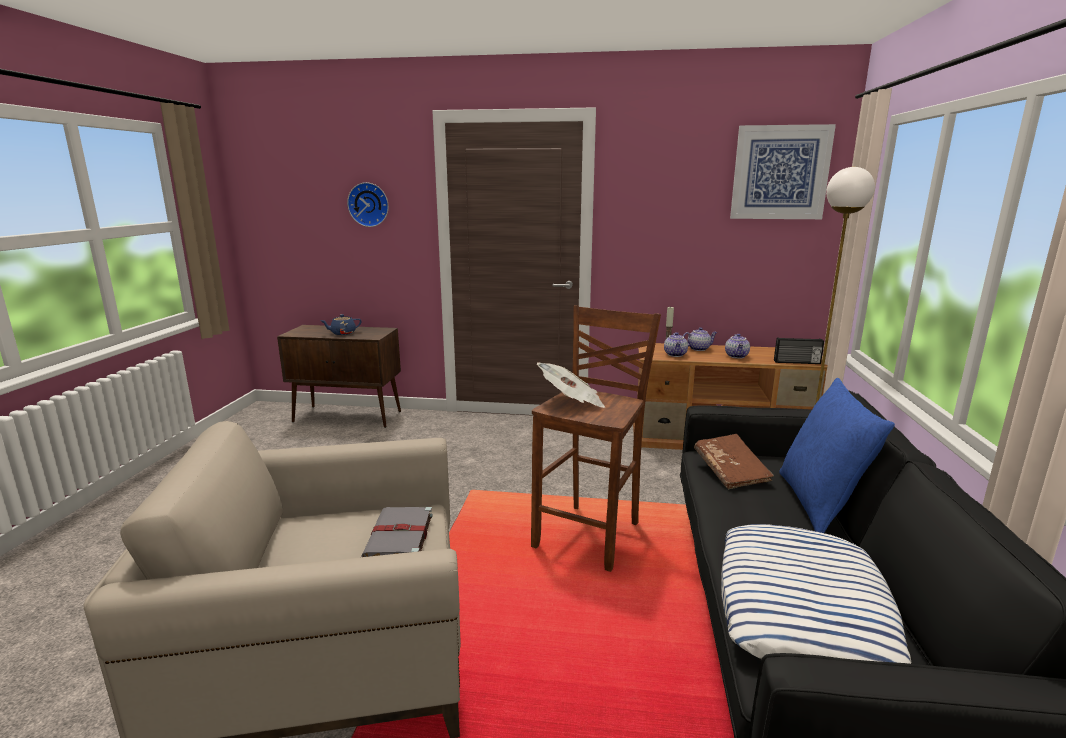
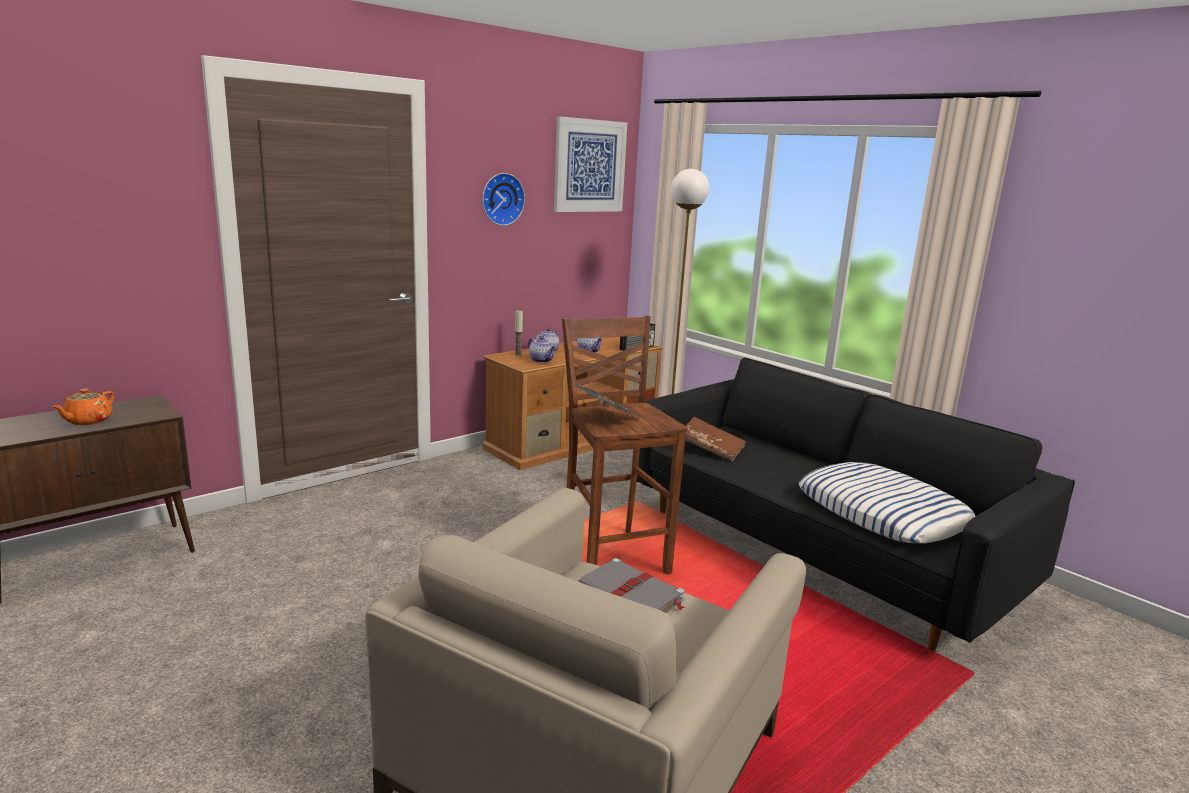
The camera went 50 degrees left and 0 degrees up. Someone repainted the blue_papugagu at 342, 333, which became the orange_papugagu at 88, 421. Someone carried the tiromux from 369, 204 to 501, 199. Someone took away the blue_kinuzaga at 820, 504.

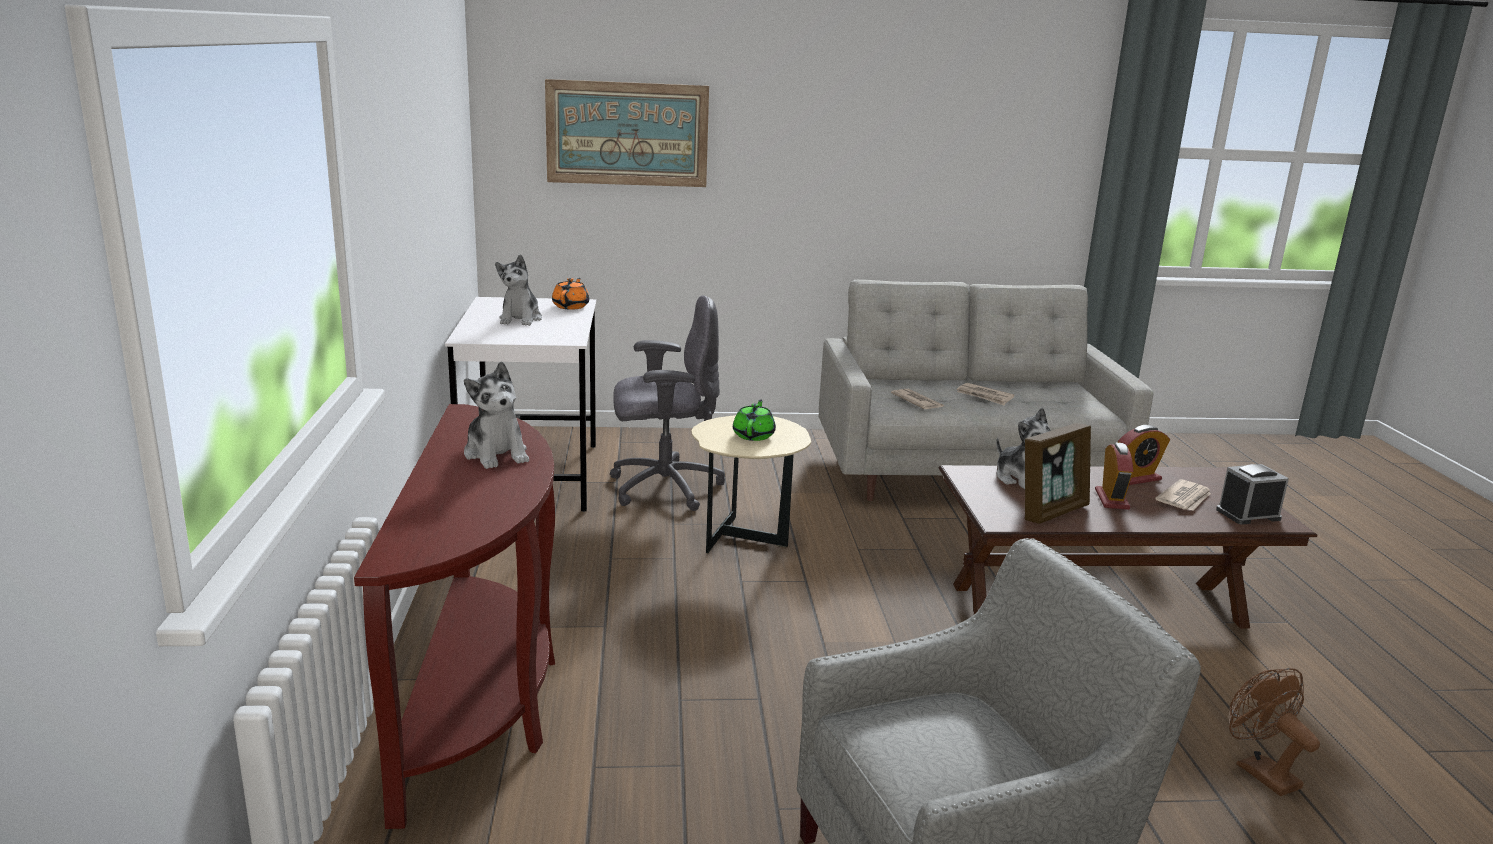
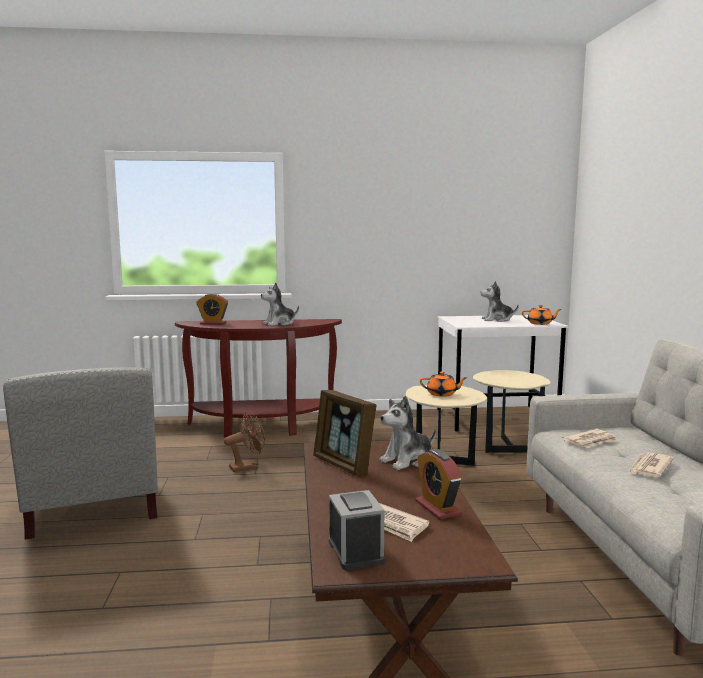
The camera went 90 degrees right and 10 degrees down. Someone carried the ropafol from 1111, 499 to 213, 323. Someone carried the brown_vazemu from 1259, 771 to 248, 467. Someone repainted the green_papugagu at 754, 435, which became the orange_papugagu at 442, 394. Someone swapped the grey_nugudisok at 663, 488 for the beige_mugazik at 507, 447. Someone took away the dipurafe at 627, 134.

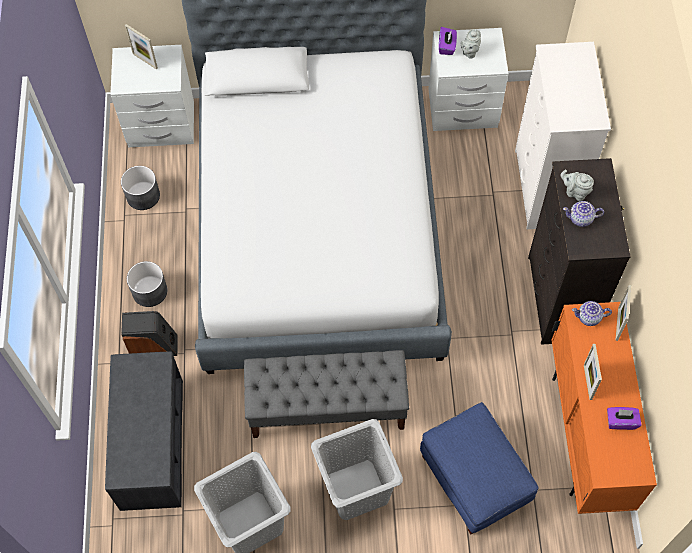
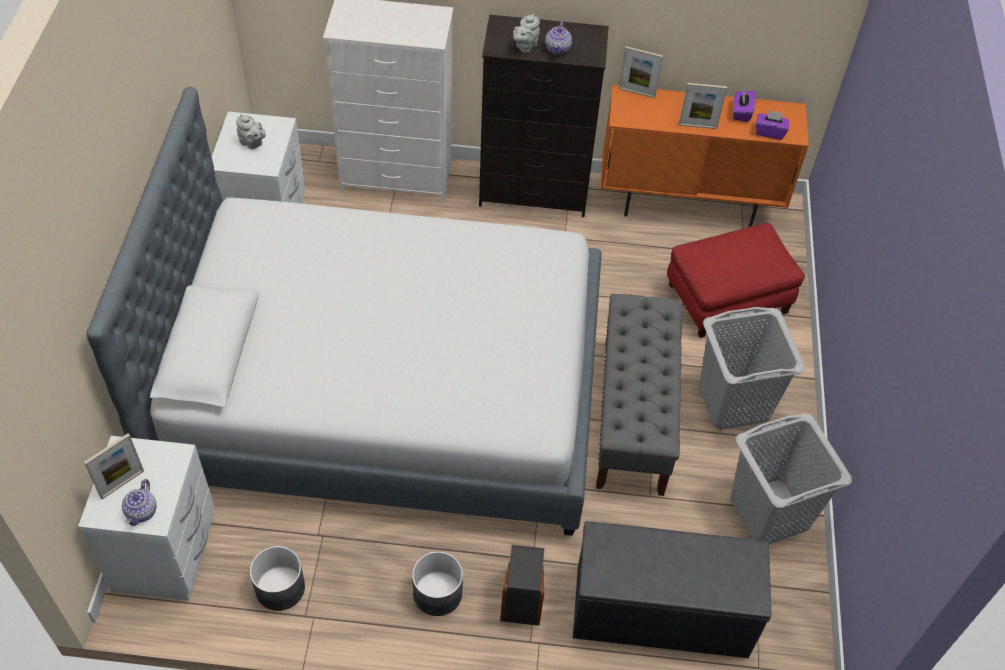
The camera went 85 degrees left and 10 degrees down. Someone carried the papugagu from 589, 317 to 142, 511. Someone repainted the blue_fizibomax at 475, 478, which became the red_fizibomax at 727, 297. Someone carried the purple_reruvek from 447, 46 to 769, 132.

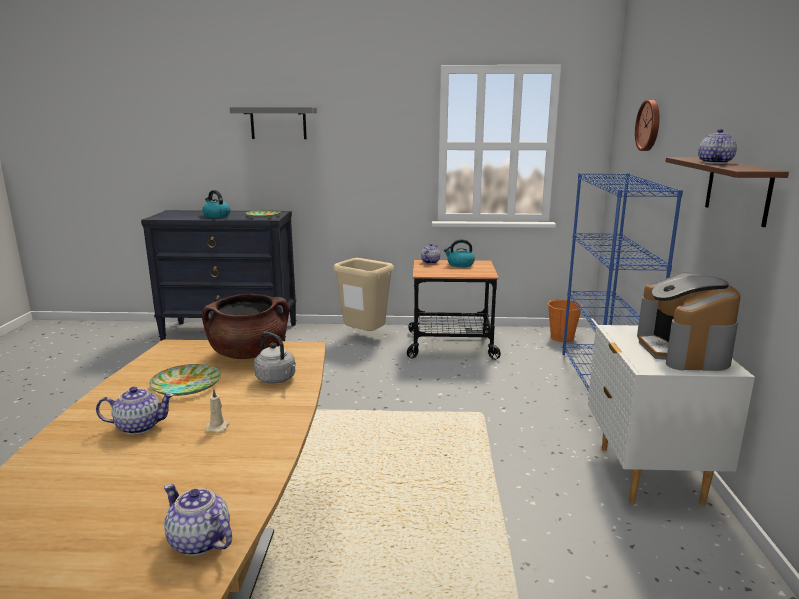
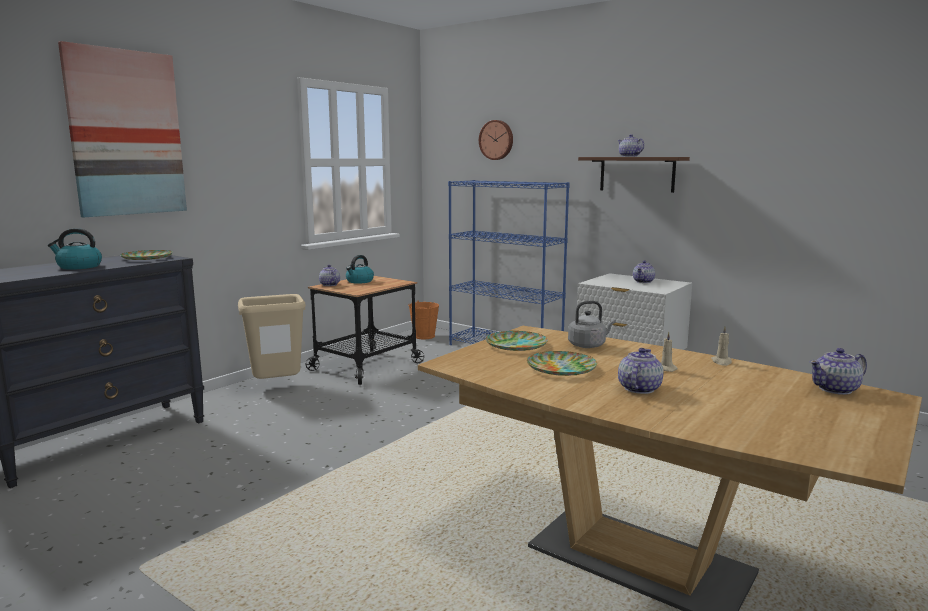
The camera went 55 degrees left and 5 degrees down. Someone swapped the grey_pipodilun at 278, 123 for the dipurafe at 126, 133. Someone swapped the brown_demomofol at 249, 354 for the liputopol at 516, 345. Someone swapped the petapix at 683, 350 for the papugagu at 643, 282. Someone put down the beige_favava at 721, 362.

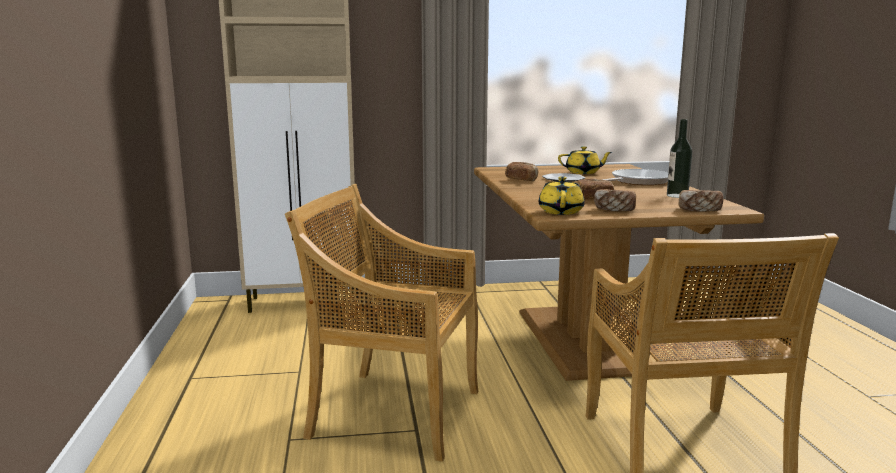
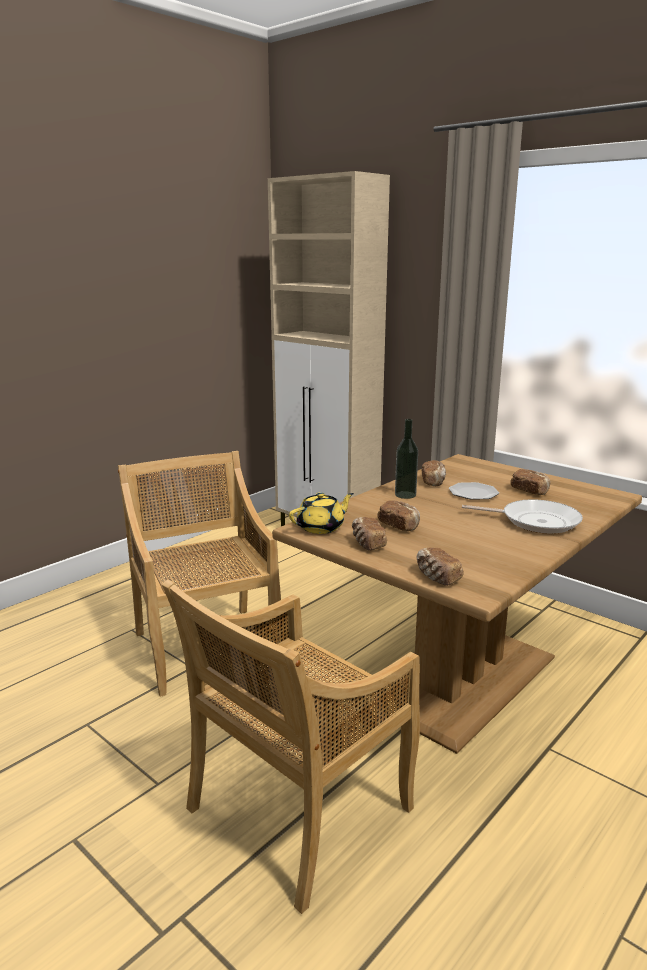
The camera went 50 degrees right and 5 degrees up. Someone carried the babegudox from 677, 196 to 405, 495. Someone swapped the yellow_papugagu at 583, 172 for the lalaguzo at 529, 491.

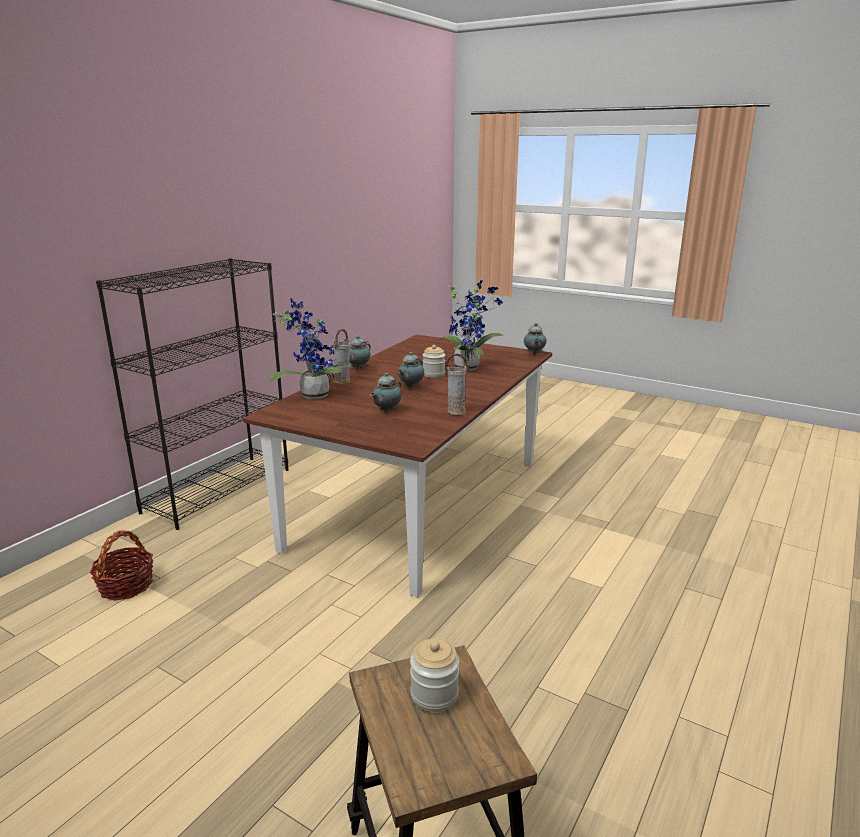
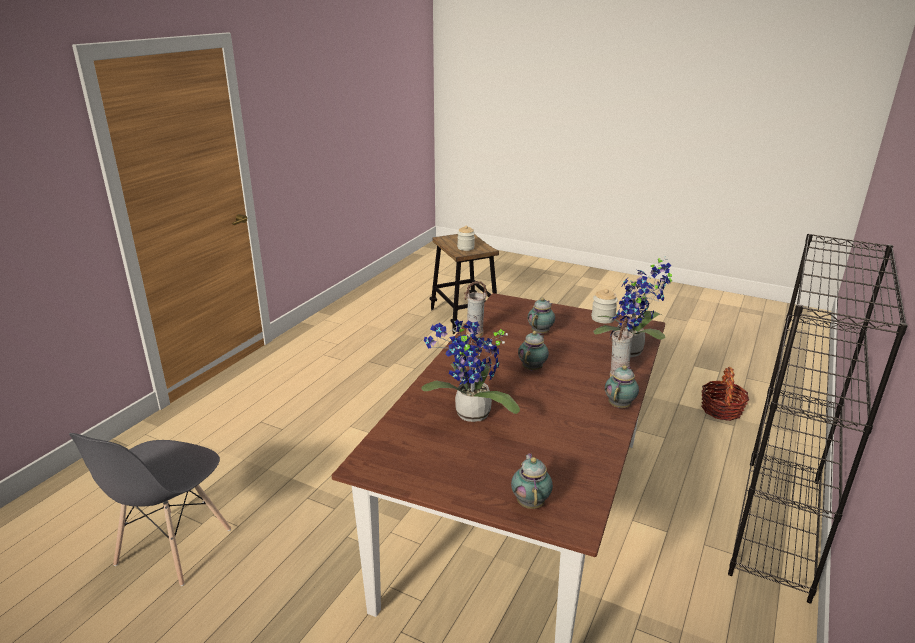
The camera went 175 degrees right and 5 degrees up. Someone put down the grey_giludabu at 173, 547. Someone carried the papugagu from 534, 354 to 530, 502. Someone carried the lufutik from 433, 374 to 603, 318.

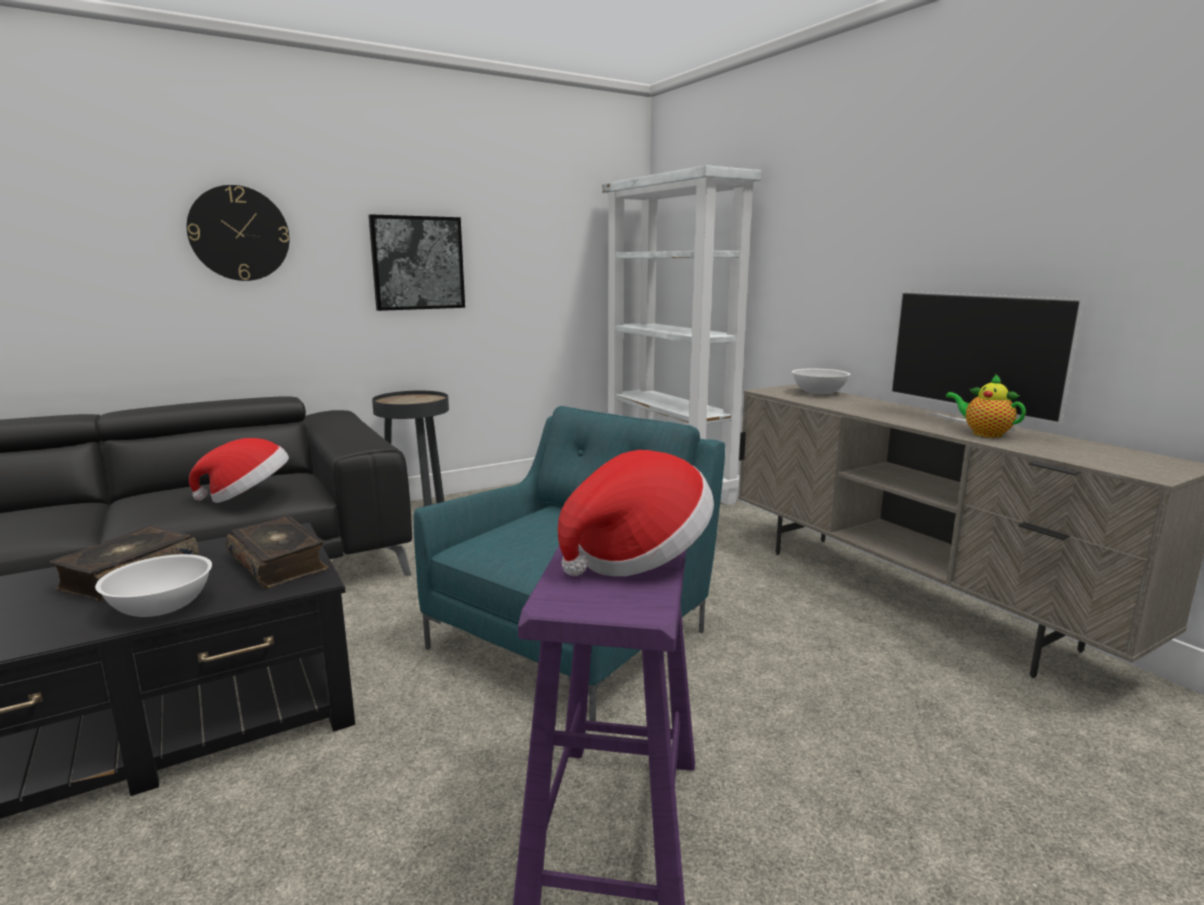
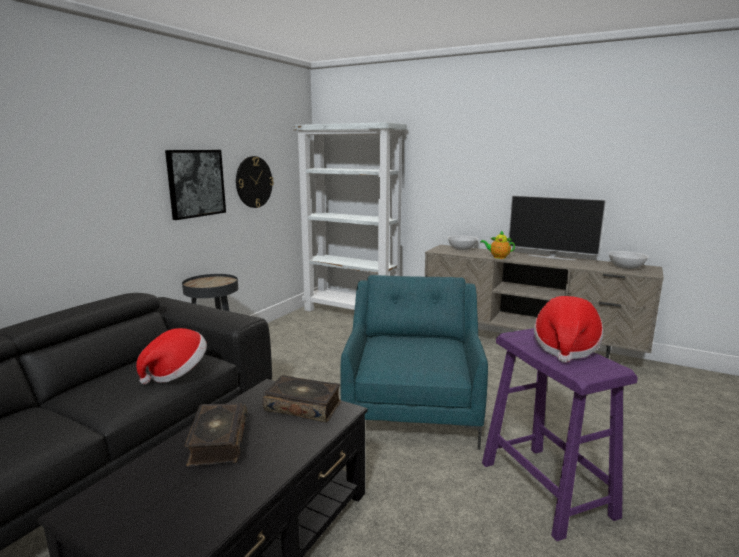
The camera went 30 degrees left and 0 degrees up. Someone carried the tiromux from 239, 233 to 254, 182. Someone carried the papugagu from 983, 434 to 498, 257. Someone carried the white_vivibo from 161, 607 to 626, 267.

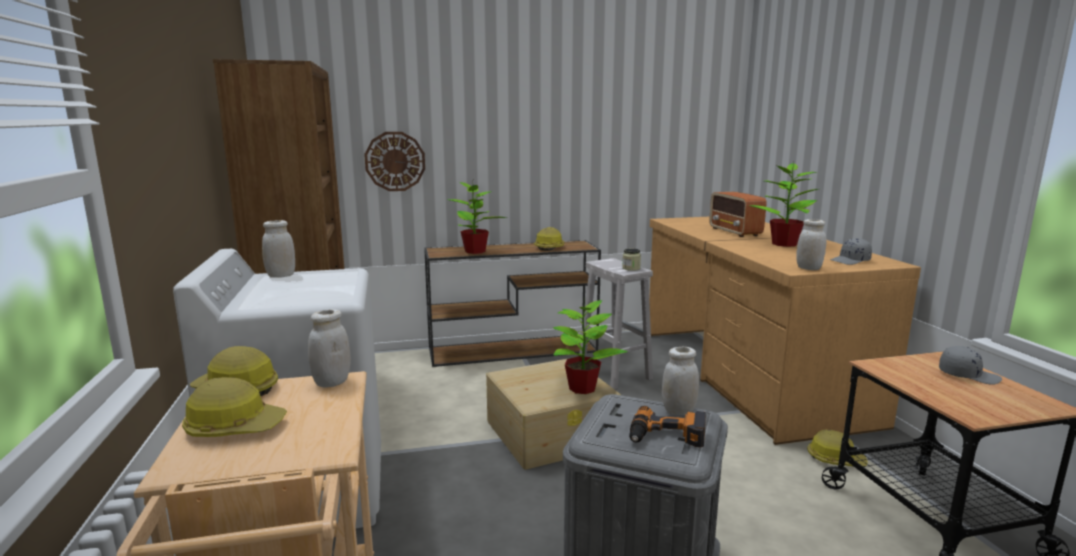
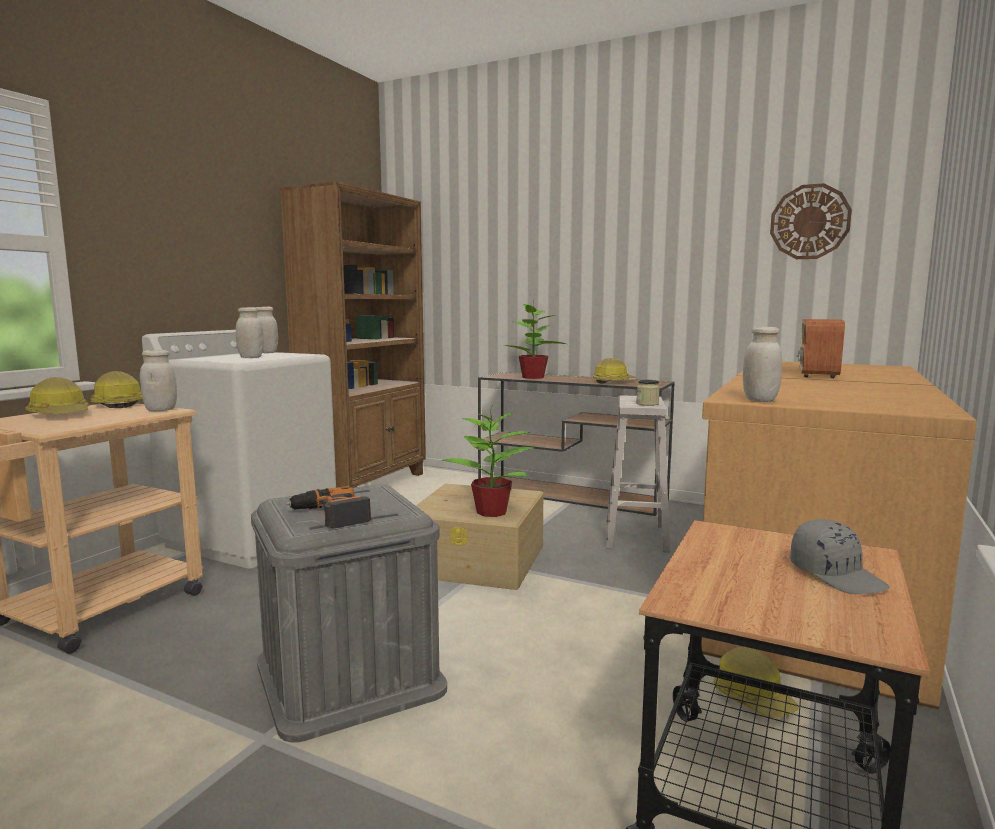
The camera went 40 degrees right and 5 degrees down. Someone carried the white_lufutik from 678, 411 to 251, 357. Someone carried the tiromux from 395, 161 to 809, 222. Someone took away the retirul at 784, 244. Someone took away the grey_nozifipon at 850, 261.

